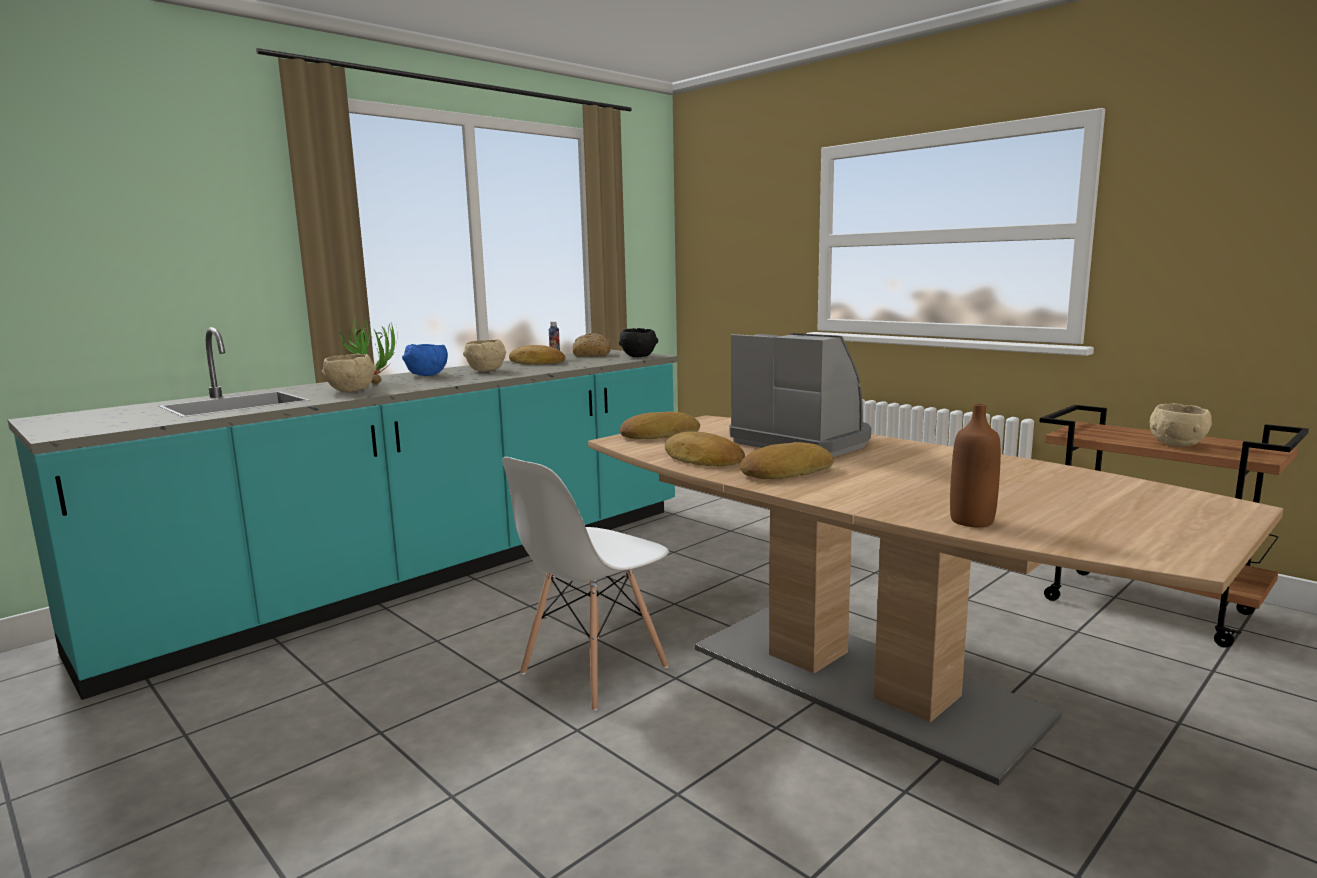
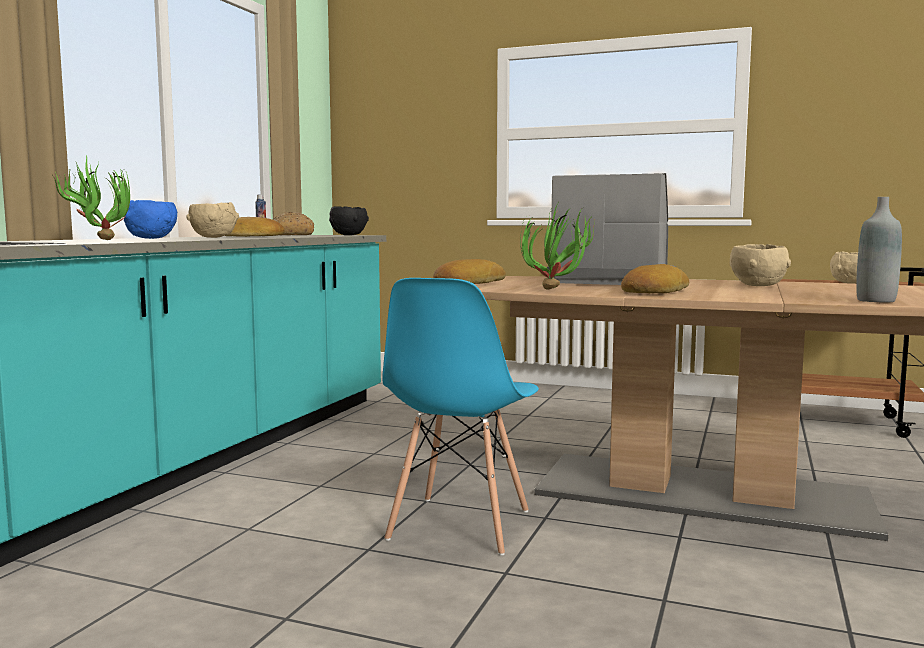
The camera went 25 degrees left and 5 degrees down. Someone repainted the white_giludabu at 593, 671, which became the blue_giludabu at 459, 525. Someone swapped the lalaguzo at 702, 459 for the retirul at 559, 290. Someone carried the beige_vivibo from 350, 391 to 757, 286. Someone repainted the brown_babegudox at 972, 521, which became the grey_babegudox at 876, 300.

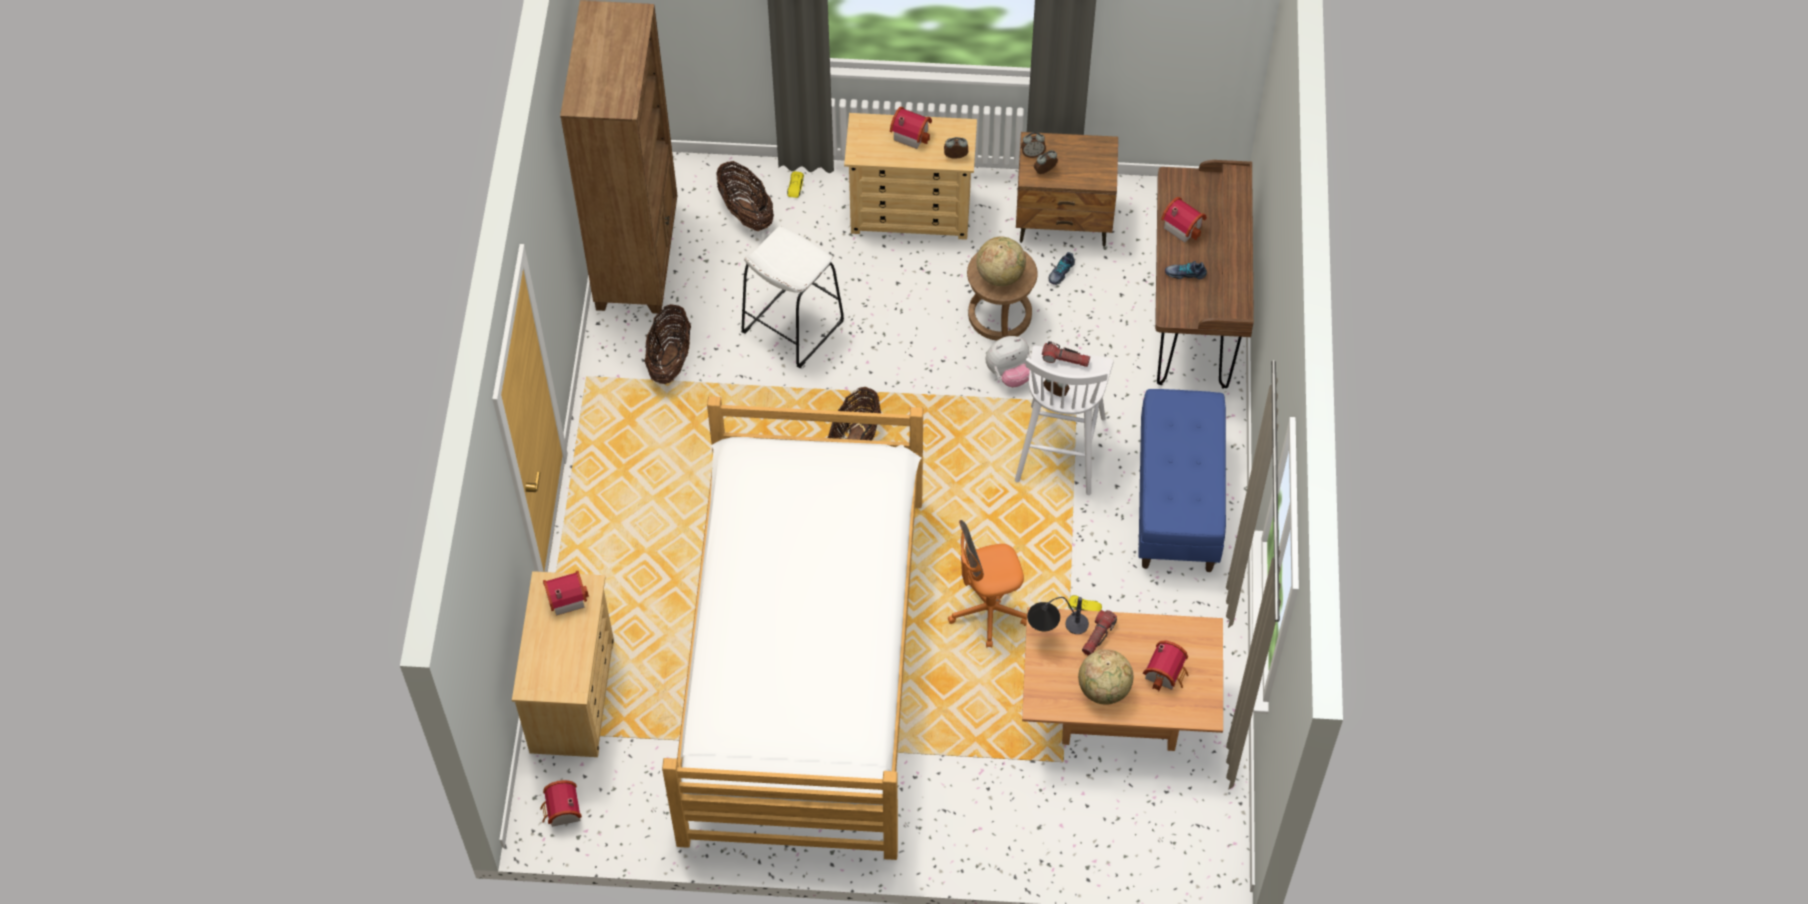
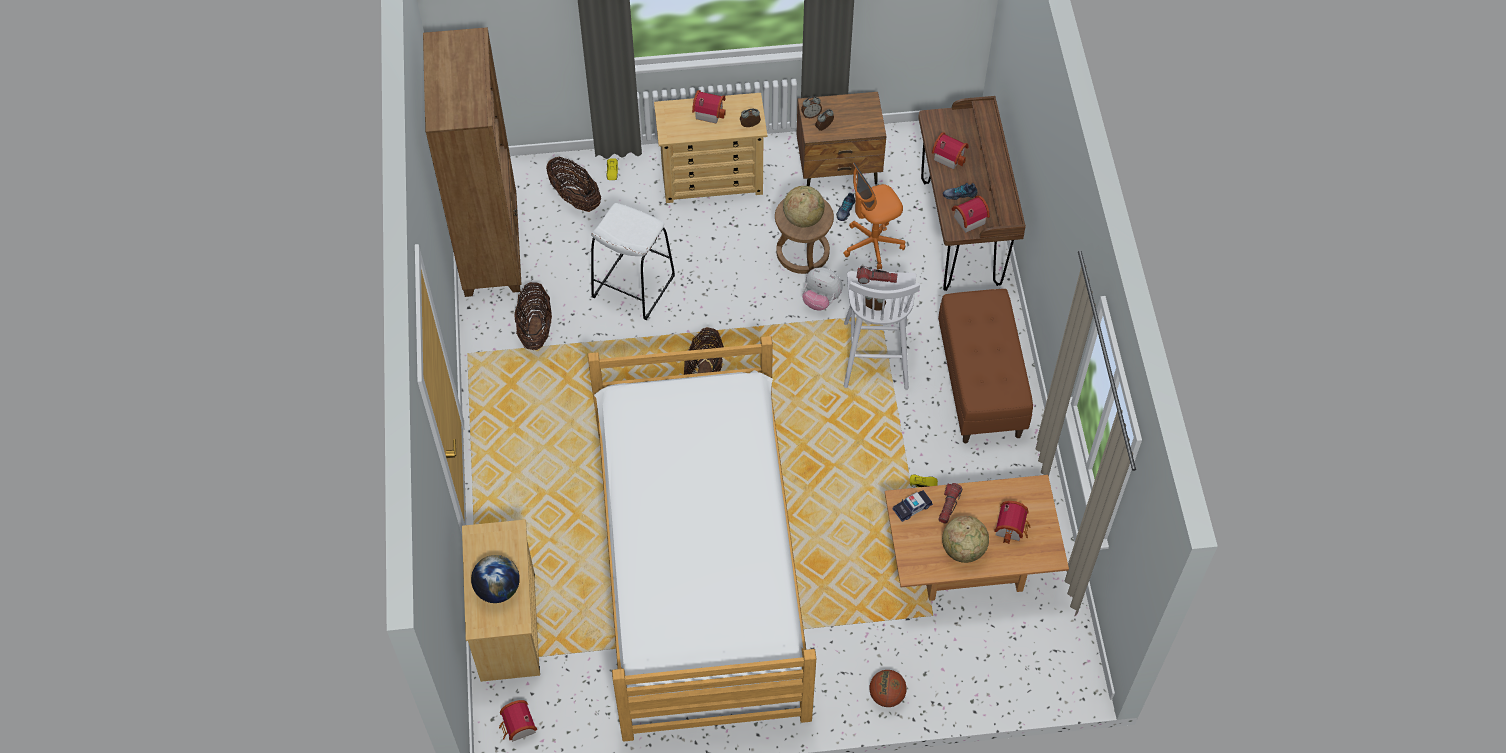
The camera went 10 degrees left and 0 degrees up. Someone put down the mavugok at 497, 589. Someone rotated the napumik at 1009, 374 by 60 degrees clockwise. Someone carried the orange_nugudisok from 988, 612 to 872, 244. Someone put down the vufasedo at 886, 695. Someone swapped the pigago at 1055, 632 for the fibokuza at 912, 507. Someone repainted the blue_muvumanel at 1178, 501, which became the brown_muvumanel at 981, 384. Someone carried the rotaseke from 565, 597 to 967, 219.

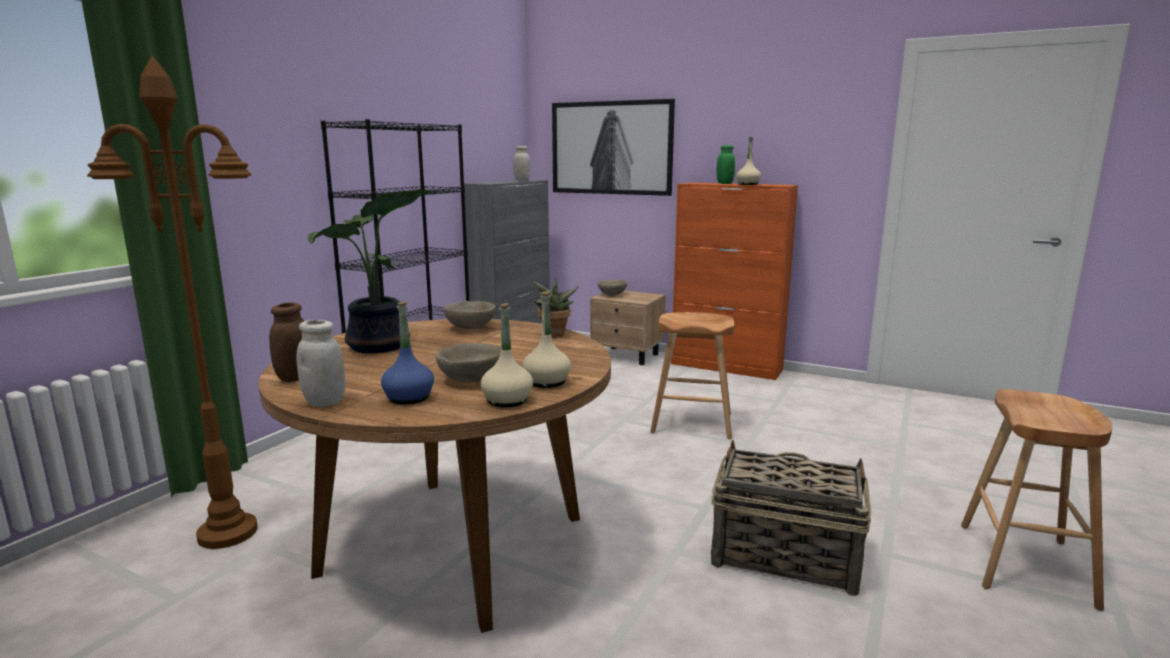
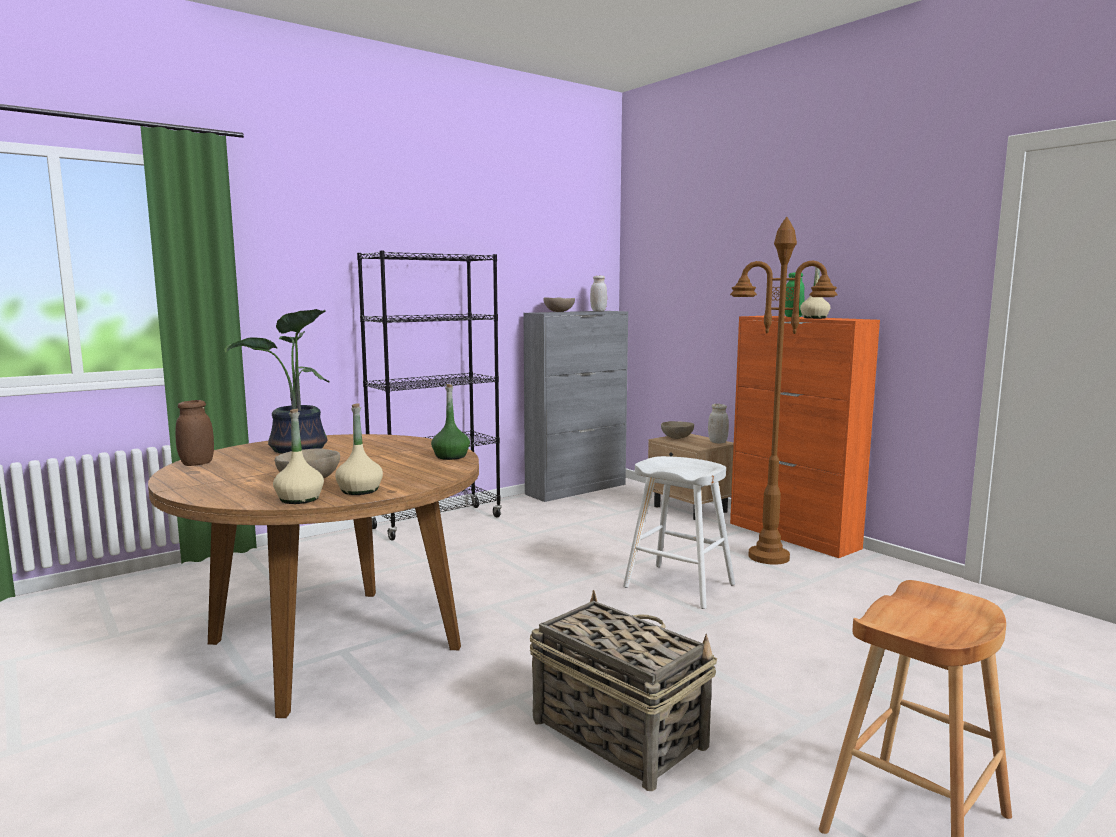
The camera went 25 degrees right and 5 degrees down. Someone swapped the retirul at 553, 335 for the green_babegudox at 451, 456. Someone carried the beige_vivibo from 471, 328 to 559, 312. Someone repainted the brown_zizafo at 691, 423, which became the white_zizafo at 678, 586. Someone carried the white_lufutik from 324, 402 to 717, 442. Someone carried the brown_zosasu from 229, 533 to 769, 557. Someone took away the blue_babegudox at 408, 398. Someone took away the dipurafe at 611, 148.

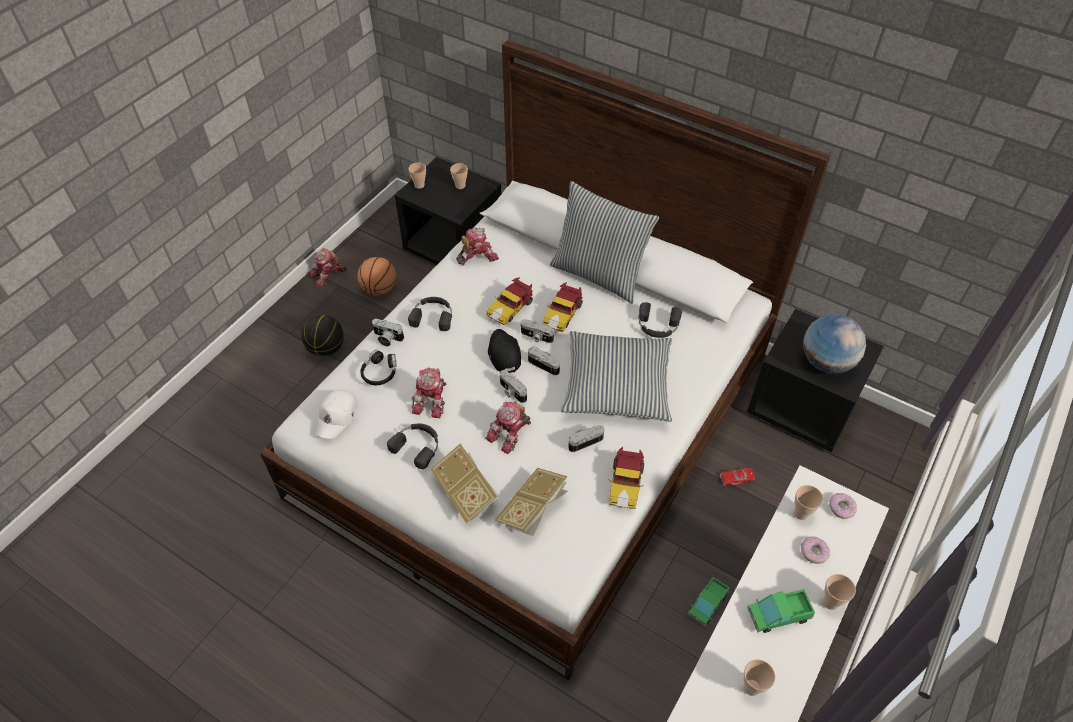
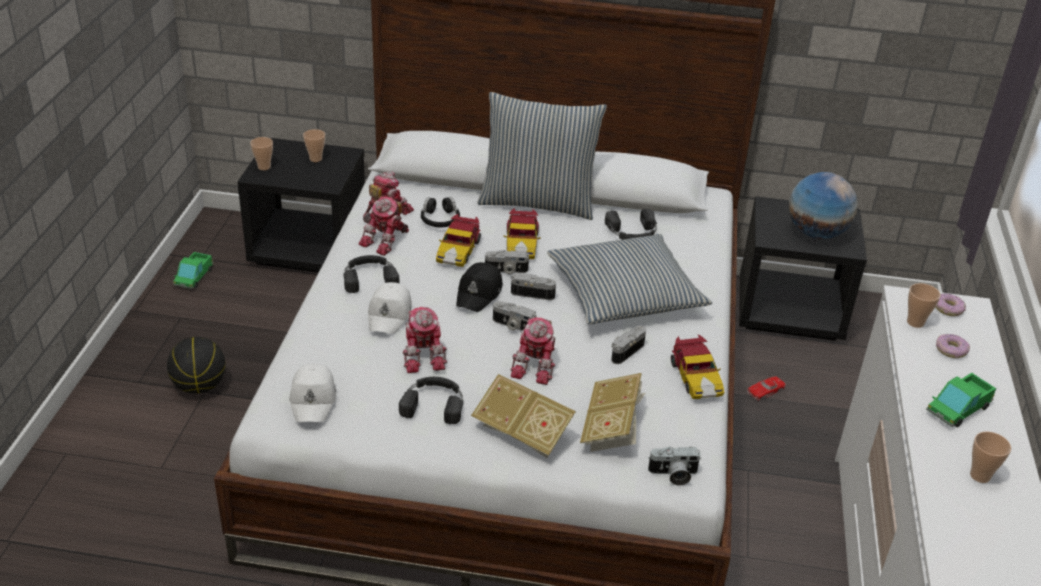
The camera went 25 degrees left and 15 degrees down. Someone carried the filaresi from 707, 604 to 194, 277. Someone carried the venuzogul from 328, 275 to 387, 240. Someone put down the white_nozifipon at 390, 314. Someone carried the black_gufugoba from 380, 372 to 440, 219. Someone rotated the black_nozifipon at 503, 354 by 120 degrees counterclockwise. Someone carried the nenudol from 387, 338 to 673, 475. Someone took away the vufasedo at 379, 289. Someone took away the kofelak at 831, 602.

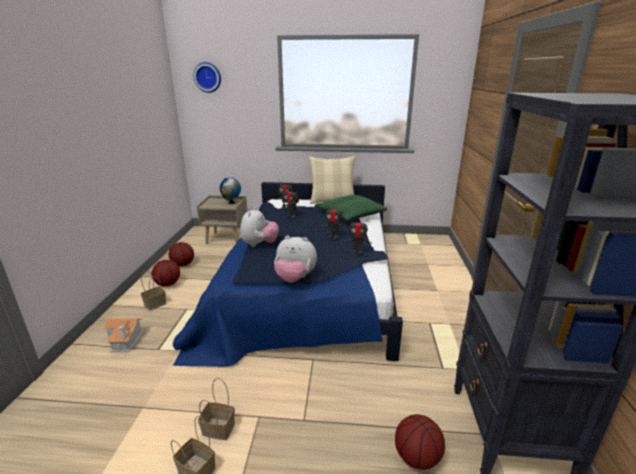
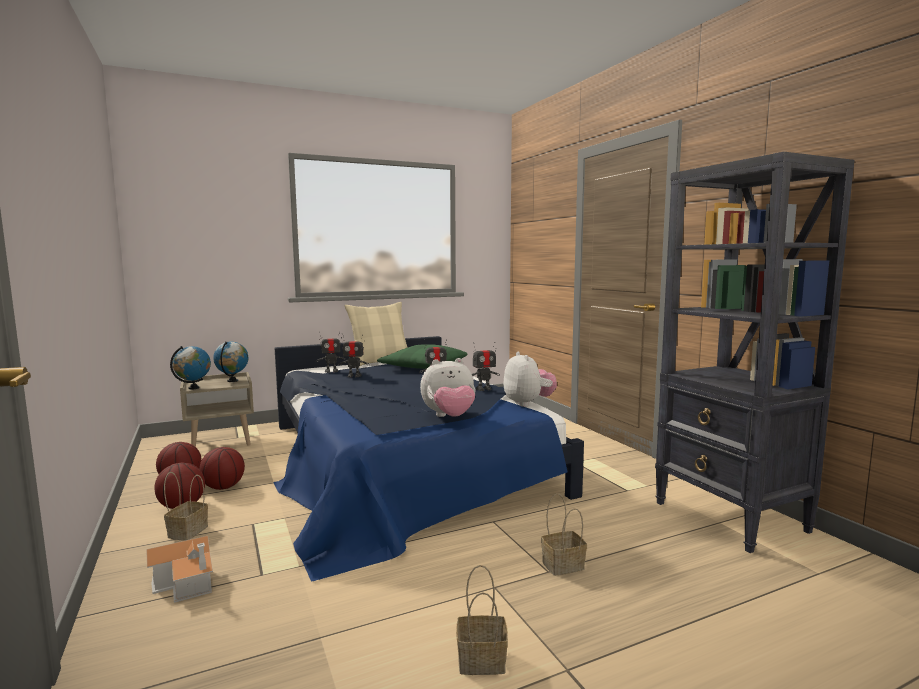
The camera went 30 degrees left and 15 degrees down. Someone put down the mavugok at 193, 388. Someone carried the vufasedo from 416, 457 to 223, 487. Someone carried the napumik from 259, 244 to 528, 403. Someone carried the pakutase from 217, 429 to 562, 566. Someone took away the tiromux at 208, 77.

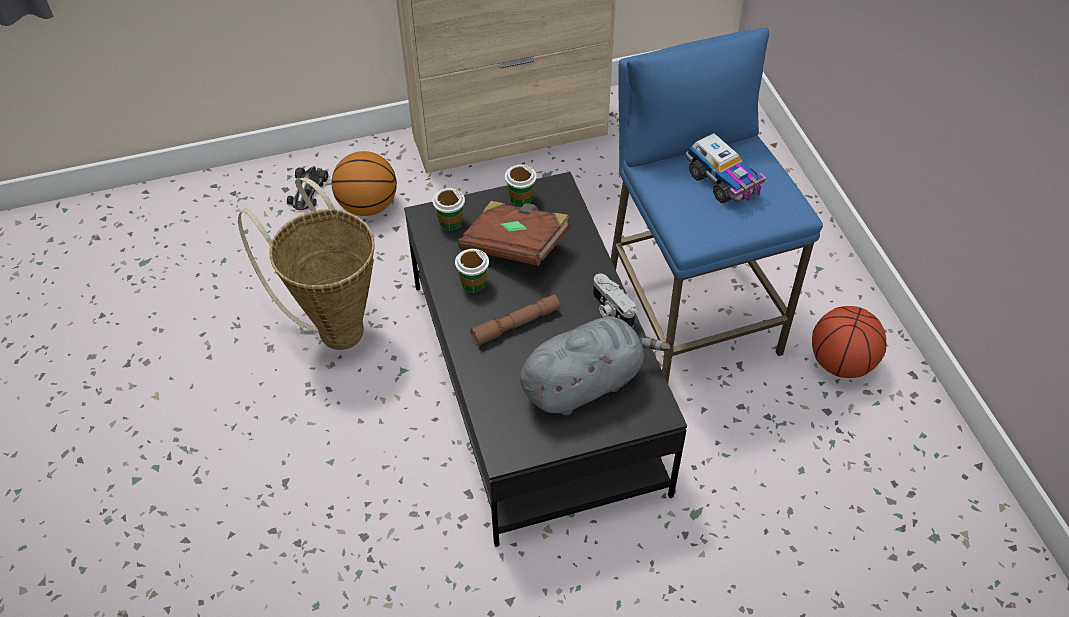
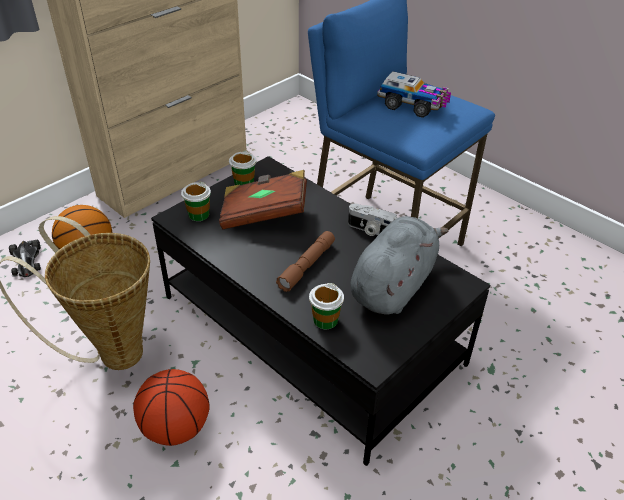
The camera went 30 degrees left and 10 degrees down. Someone carried the vufasedo from 840, 362 to 176, 427. Someone carried the kofelak from 473, 283 to 325, 320.

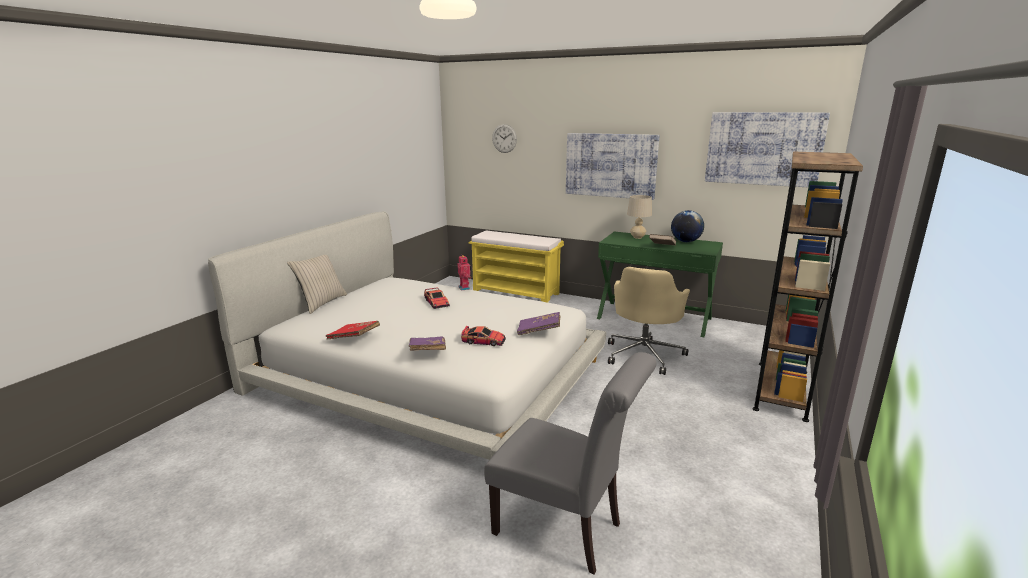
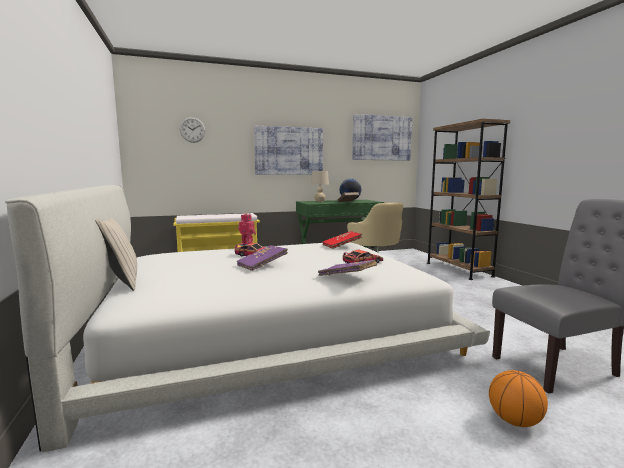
The camera went 45 degrees left and 10 degrees down. Someone carried the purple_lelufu from 539, 331 to 262, 265. Someone carried the red_lelufu from 354, 337 to 341, 246. Someone put down the vufasedo at 514, 420.

